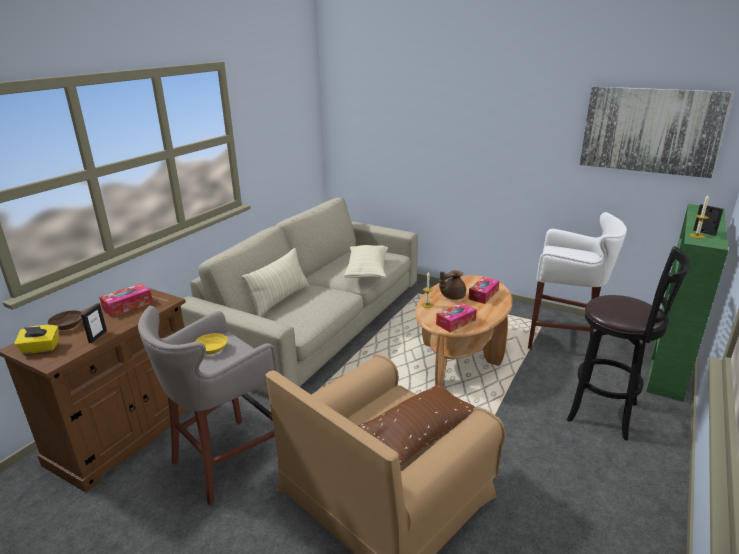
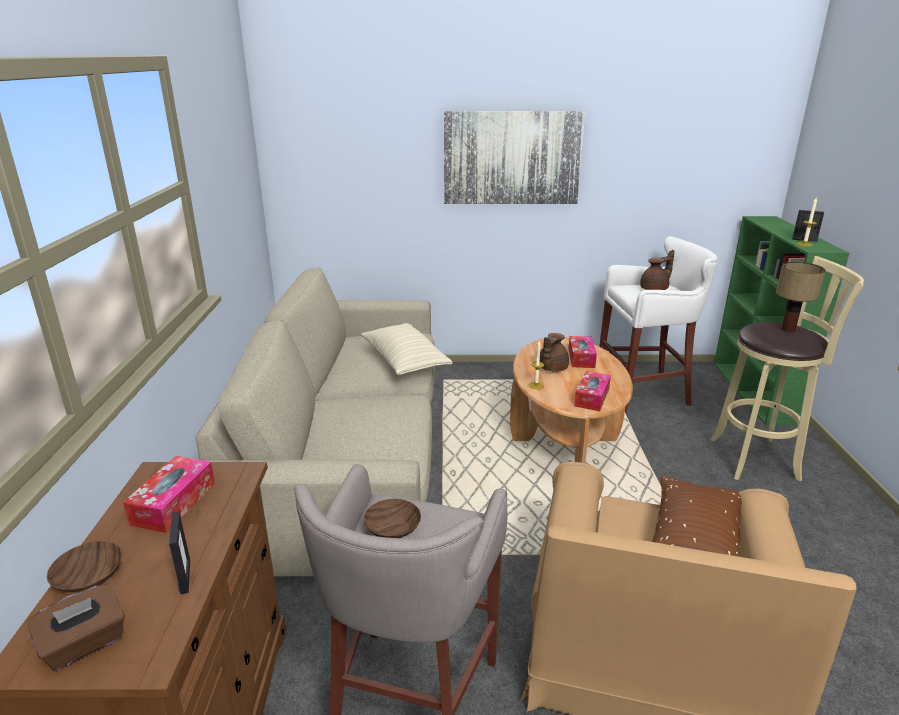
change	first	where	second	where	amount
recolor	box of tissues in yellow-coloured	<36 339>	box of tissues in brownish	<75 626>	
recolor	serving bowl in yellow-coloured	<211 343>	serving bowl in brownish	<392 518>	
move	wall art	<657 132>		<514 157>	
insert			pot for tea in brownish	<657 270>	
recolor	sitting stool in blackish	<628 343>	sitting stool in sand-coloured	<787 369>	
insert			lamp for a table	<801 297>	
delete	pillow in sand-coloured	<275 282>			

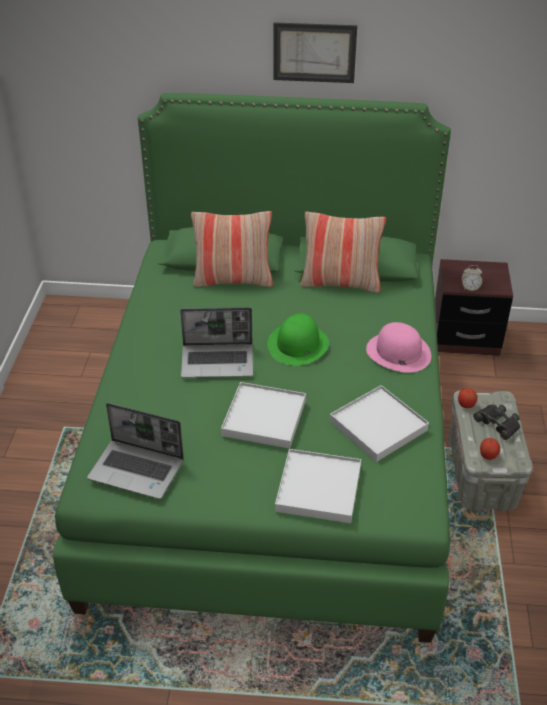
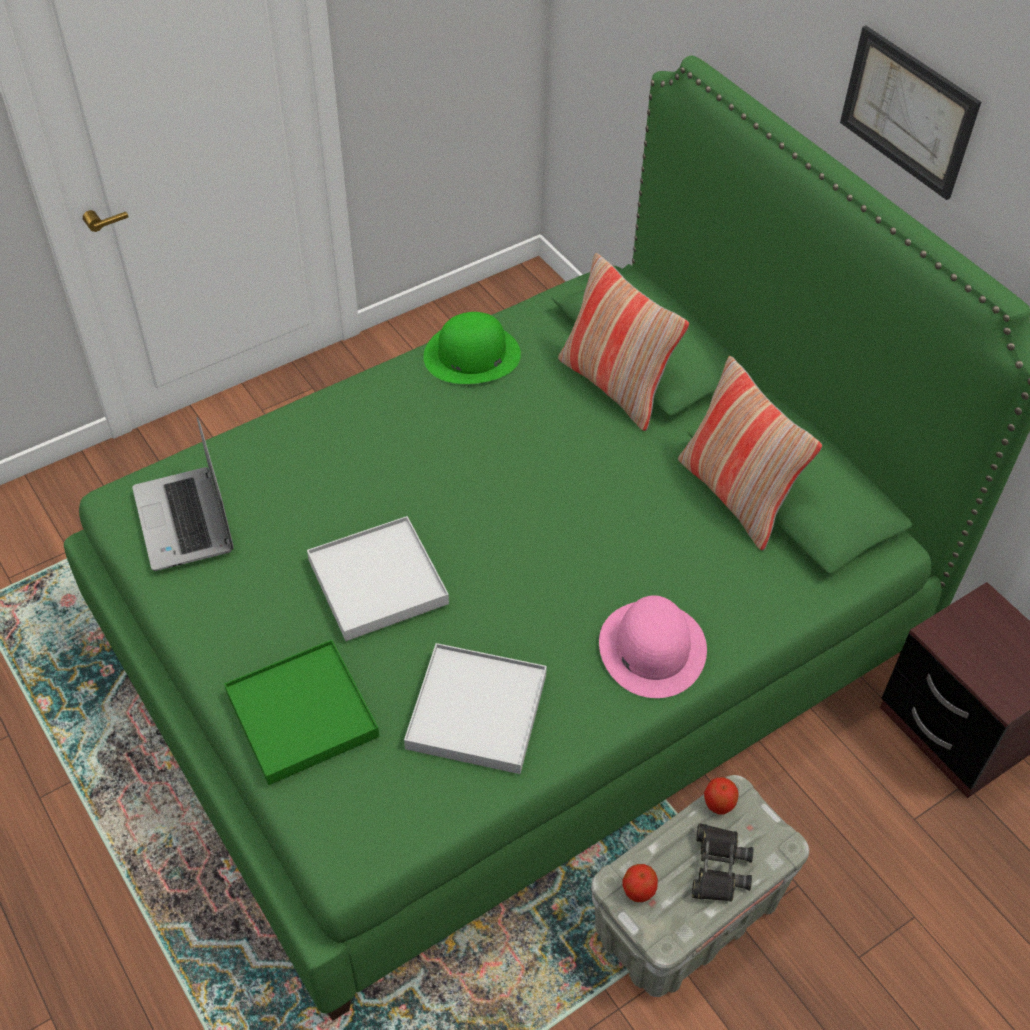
change	first	where	second	where	amount
recolor	tray in white	<318 486>	tray in green	<301 712>	
move	hat in green	<298 340>		<472 348>	
delete	notebook computer	<216 342>			
delete	table clock	<471 278>			

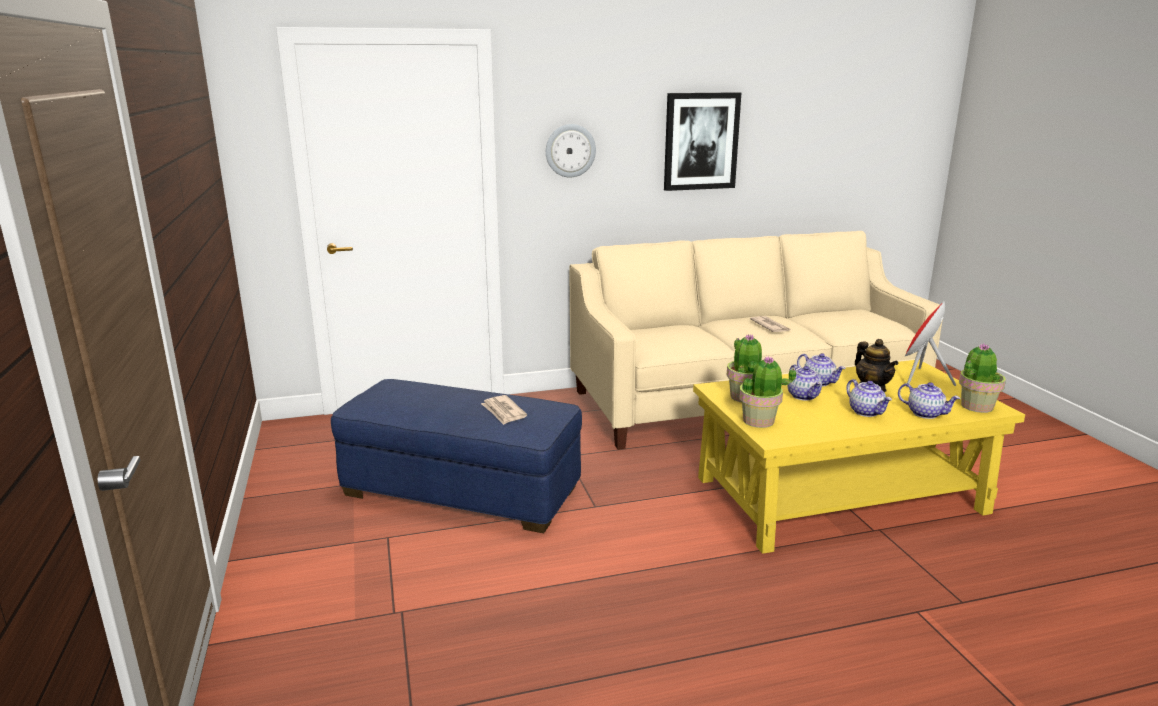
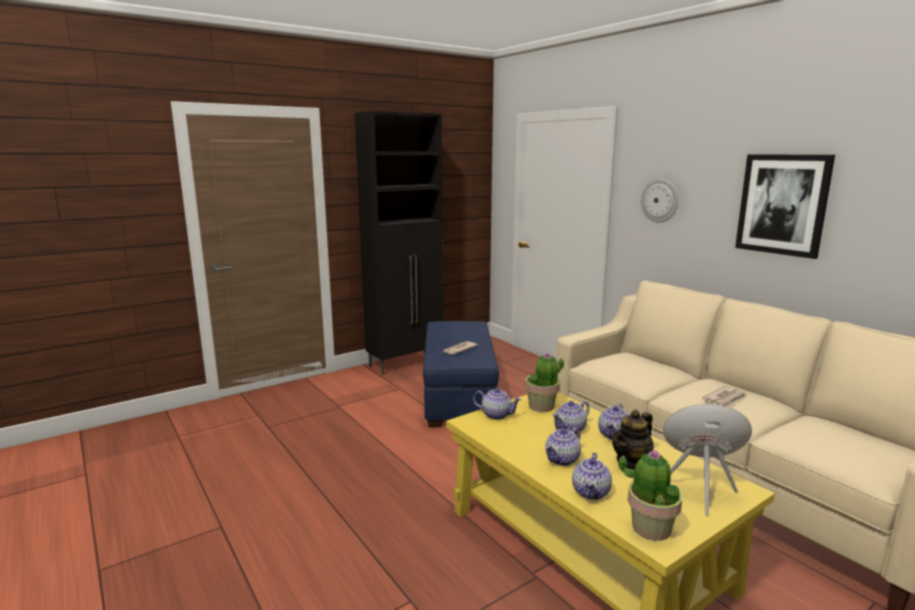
change	first	where	second	where	amount
insert			cupboard in blackish	<399 243>	
replace	potted plant	<767 392>	pot for tea	<497 404>	

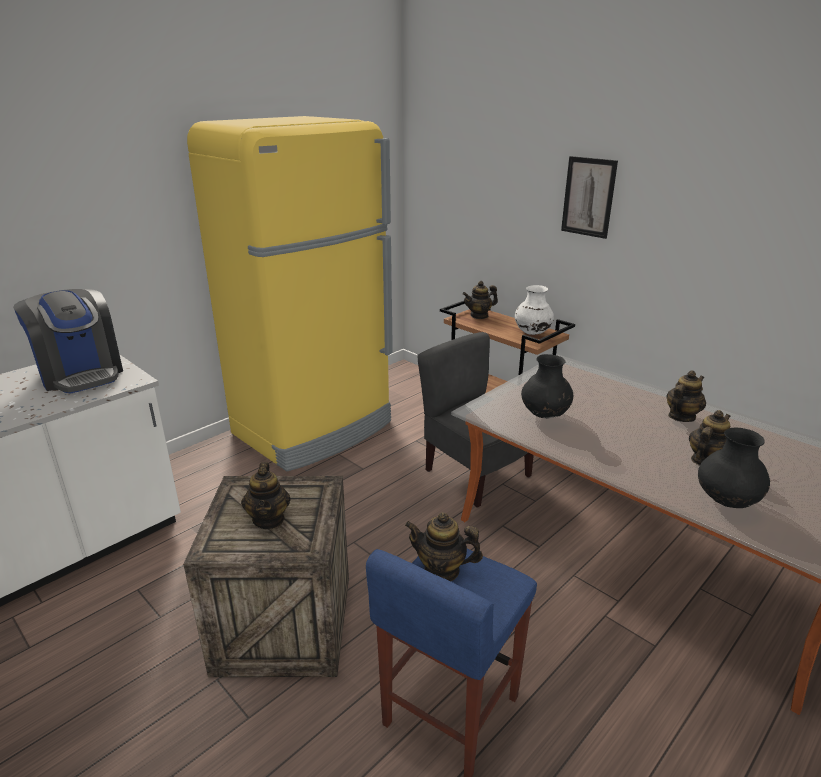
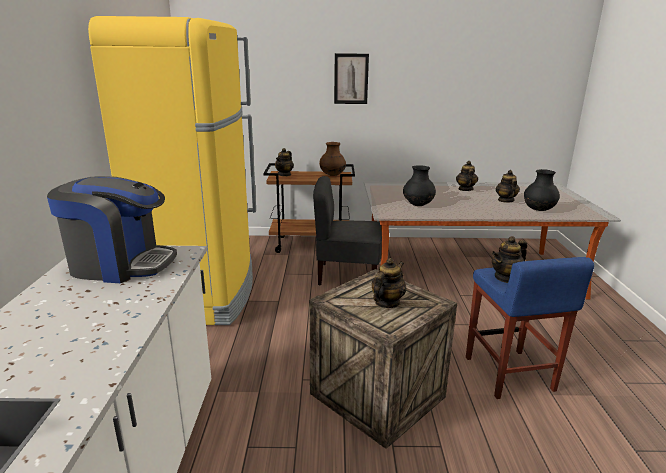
change	first	where	second	where	amount
recolor	decorative vase in white	<534 310>	decorative vase in brownish	<332 159>	
rotate	pot for tea	<266 495>		<389 283>	90 degrees counterclockwise

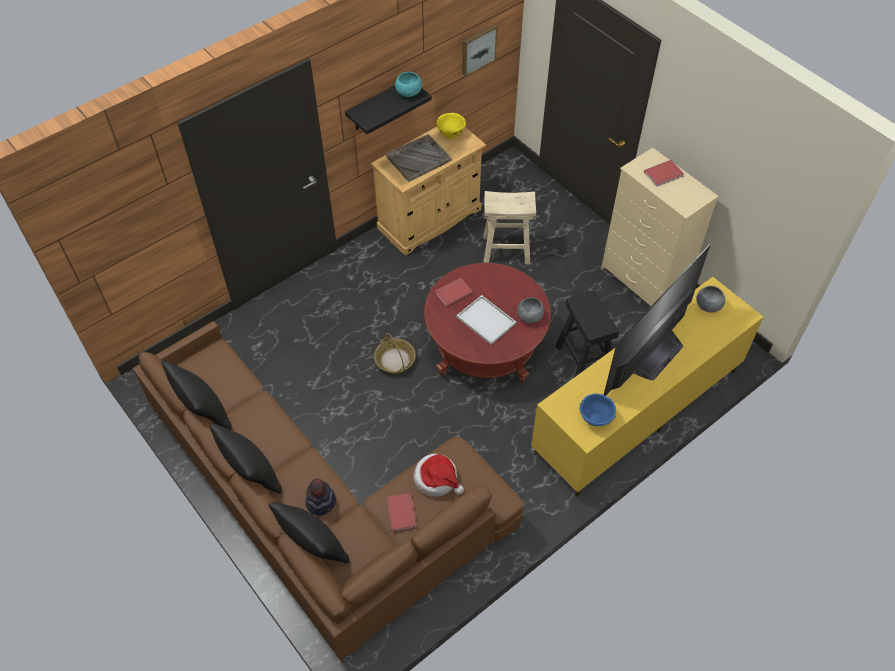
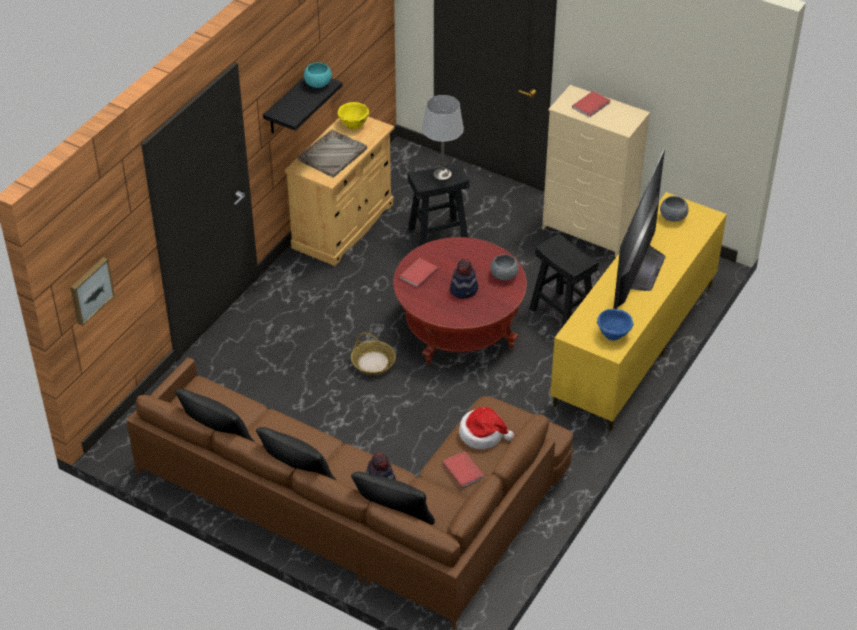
change	first	where	second	where	amount
move	wall art	<480 50>		<92 291>	
recolor	sitting stool in sand-coloured	<509 227>	sitting stool in blackish	<438 203>	
insert			lamp for a table in greyish	<443 137>	
replace	tray in white	<486 320>	hat	<464 279>	

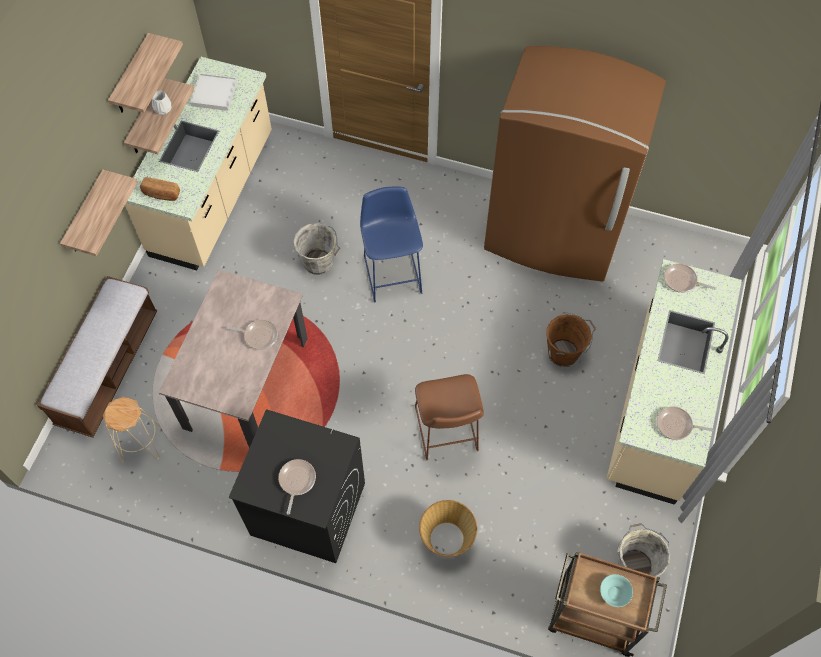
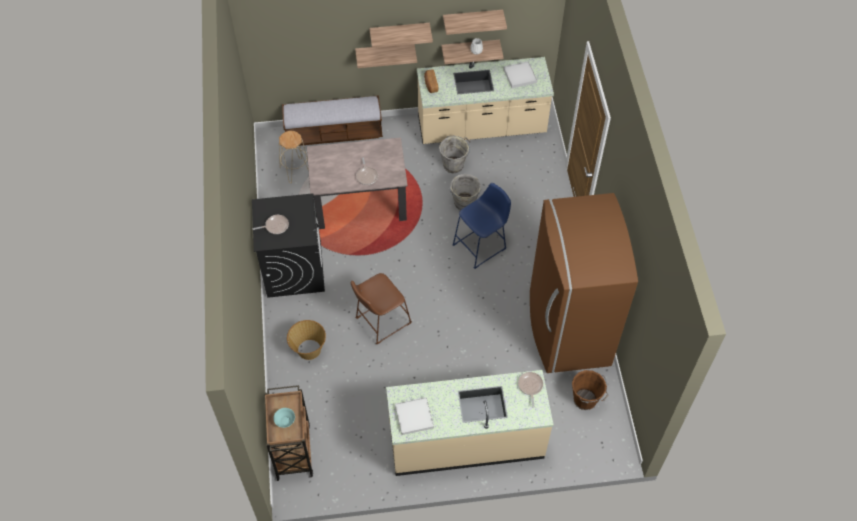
change	first	where	second	where	amount
insert			wall shelf	<401 35>	
replace	pan	<685 423>	tray in white	<414 416>	
move	pail in greyish	<643 550>		<455 155>	
move	pail in brownish	<570 340>		<590 390>	

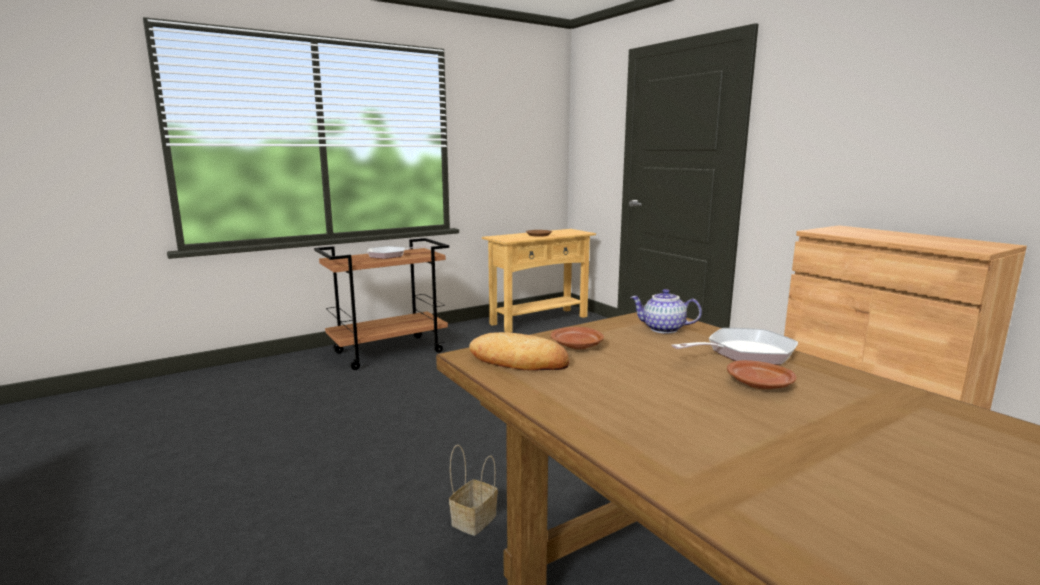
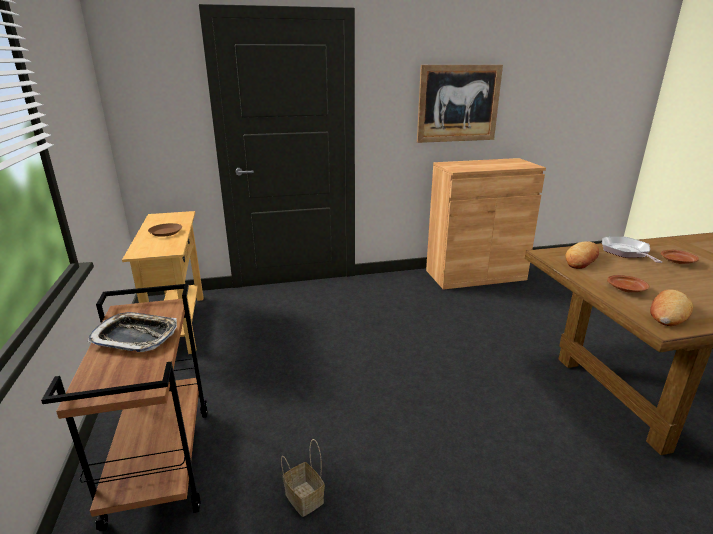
change	first	where	second	where	amount
replace	pan	<399 252>	tray	<132 332>	
move	storage basket	<473 490>		<303 478>	
insert			wall art	<460 104>	
replace	pot for tea	<666 311>	bakery bread	<582 255>	

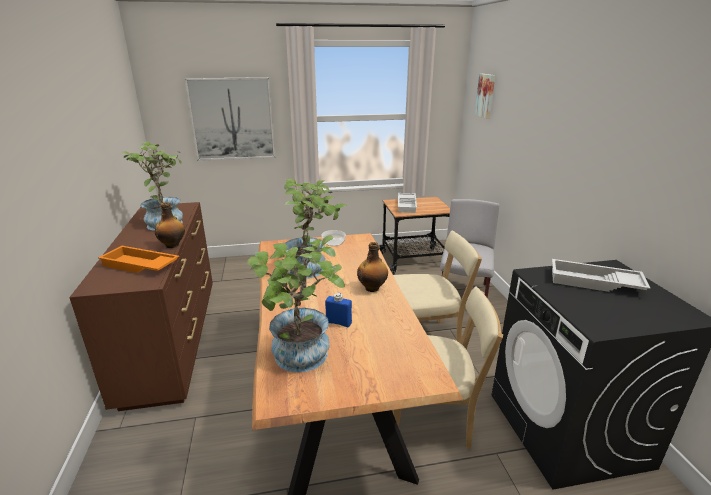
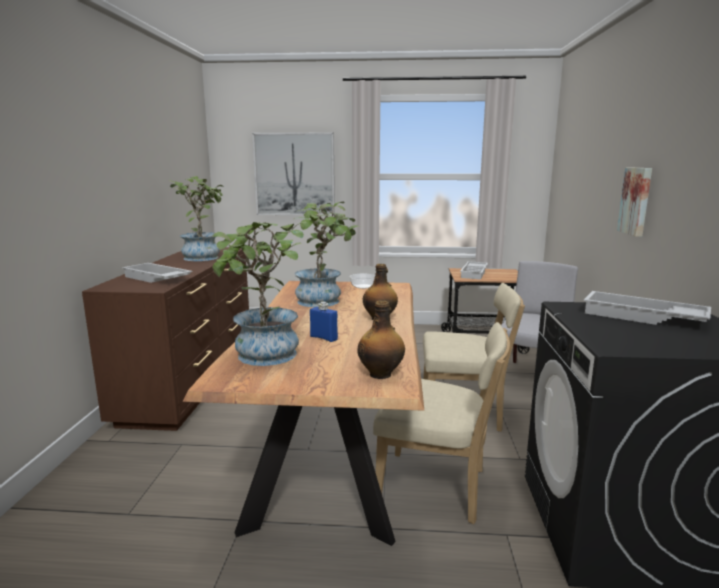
change	first	where	second	where	amount
recolor	tray in orangey	<138 259>	tray in white	<157 273>	
move	beverage bottle	<170 225>		<381 339>	
move	wall art	<485 96>		<634 202>	

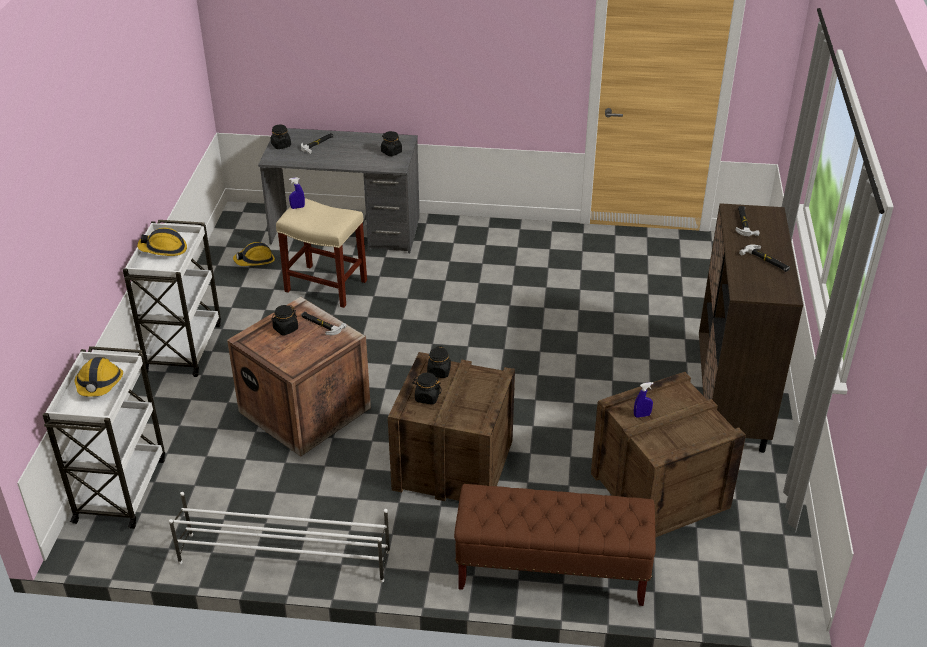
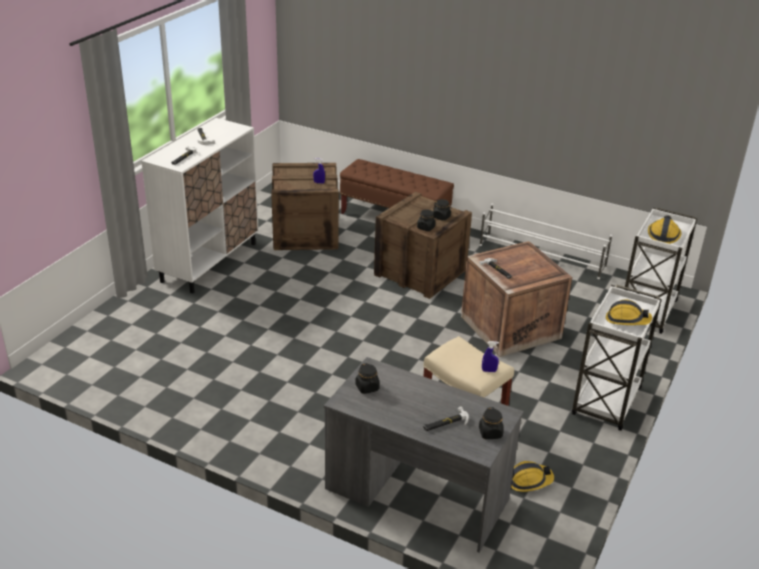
change	first	where	second	where	amount
recolor	cupboard in brownish	<751 328>	cupboard in white	<200 205>	
delete	jar in blackish	<284 320>			

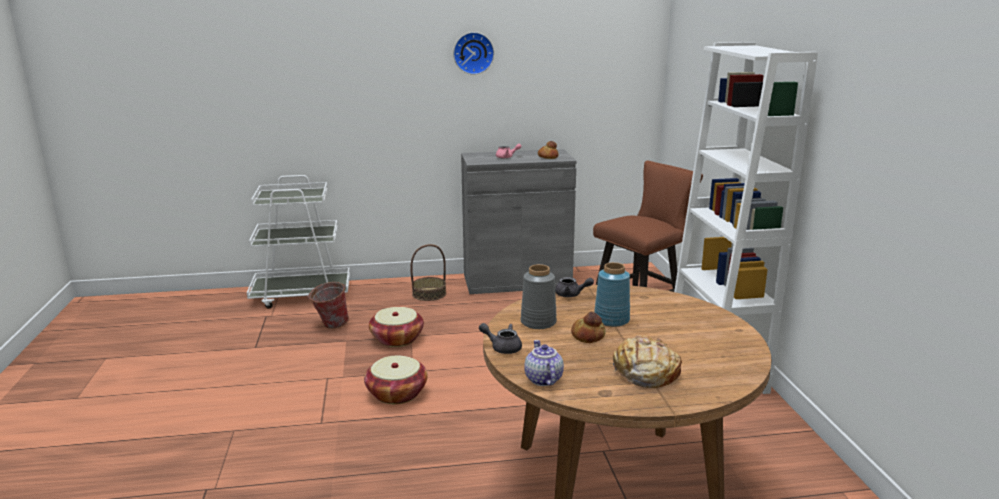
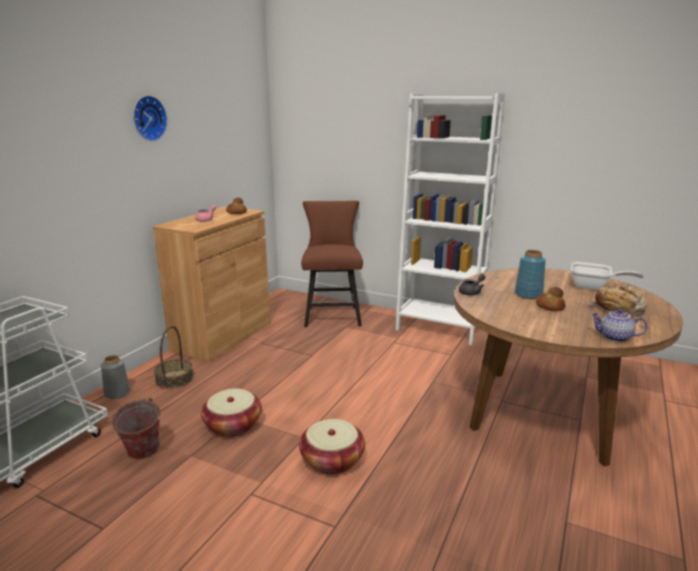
change	first	where	second	where	amount
move	decorative vase in greyish	<539 296>		<115 377>	
recolor	cupboard in greyish	<519 221>	cupboard in brownish	<211 284>	
insert			pan	<607 276>	
delete	pot for tea in greyish	<500 338>			

